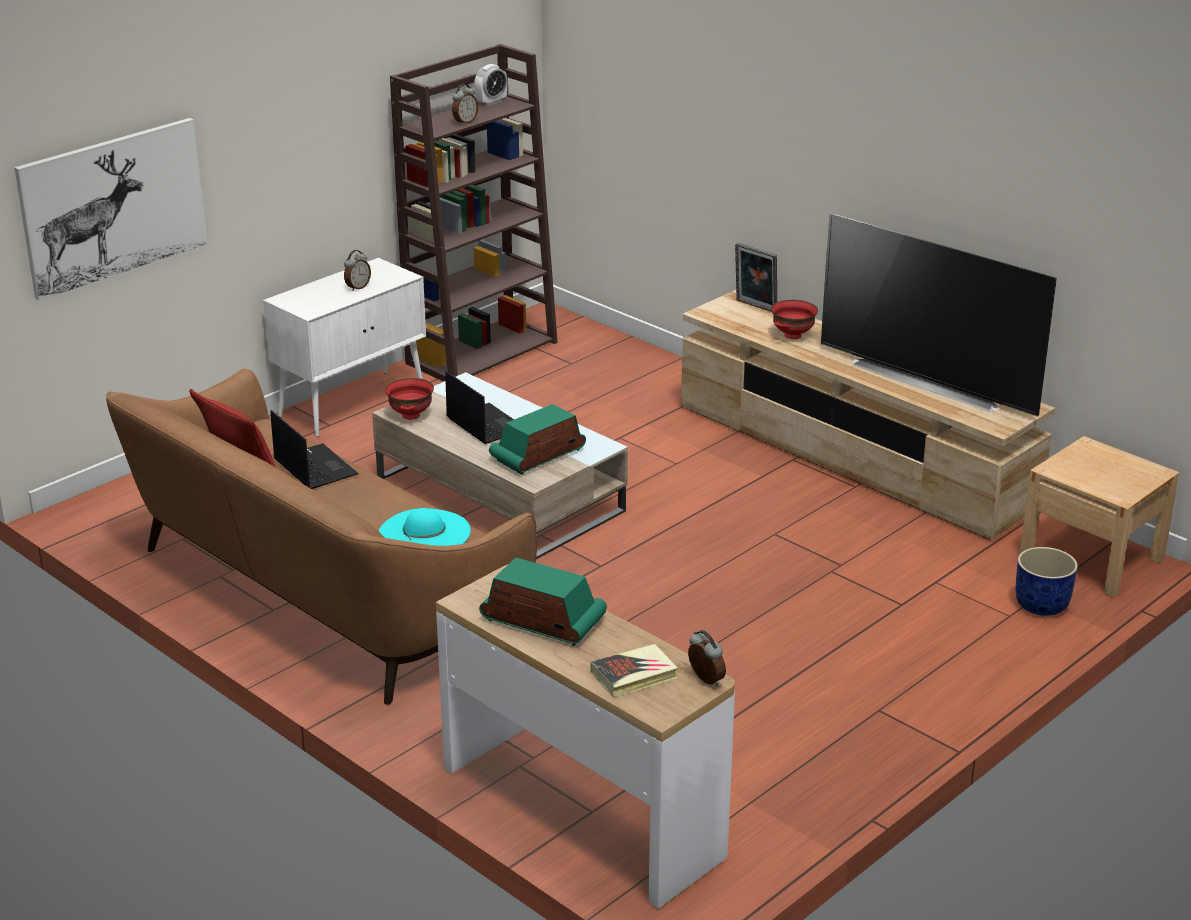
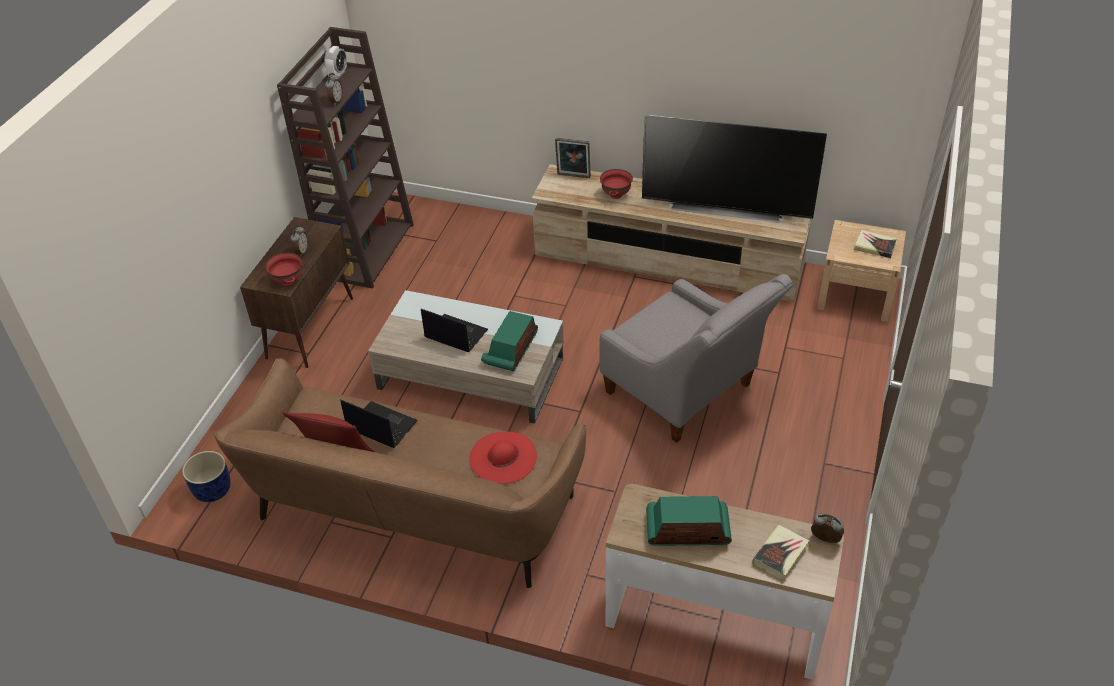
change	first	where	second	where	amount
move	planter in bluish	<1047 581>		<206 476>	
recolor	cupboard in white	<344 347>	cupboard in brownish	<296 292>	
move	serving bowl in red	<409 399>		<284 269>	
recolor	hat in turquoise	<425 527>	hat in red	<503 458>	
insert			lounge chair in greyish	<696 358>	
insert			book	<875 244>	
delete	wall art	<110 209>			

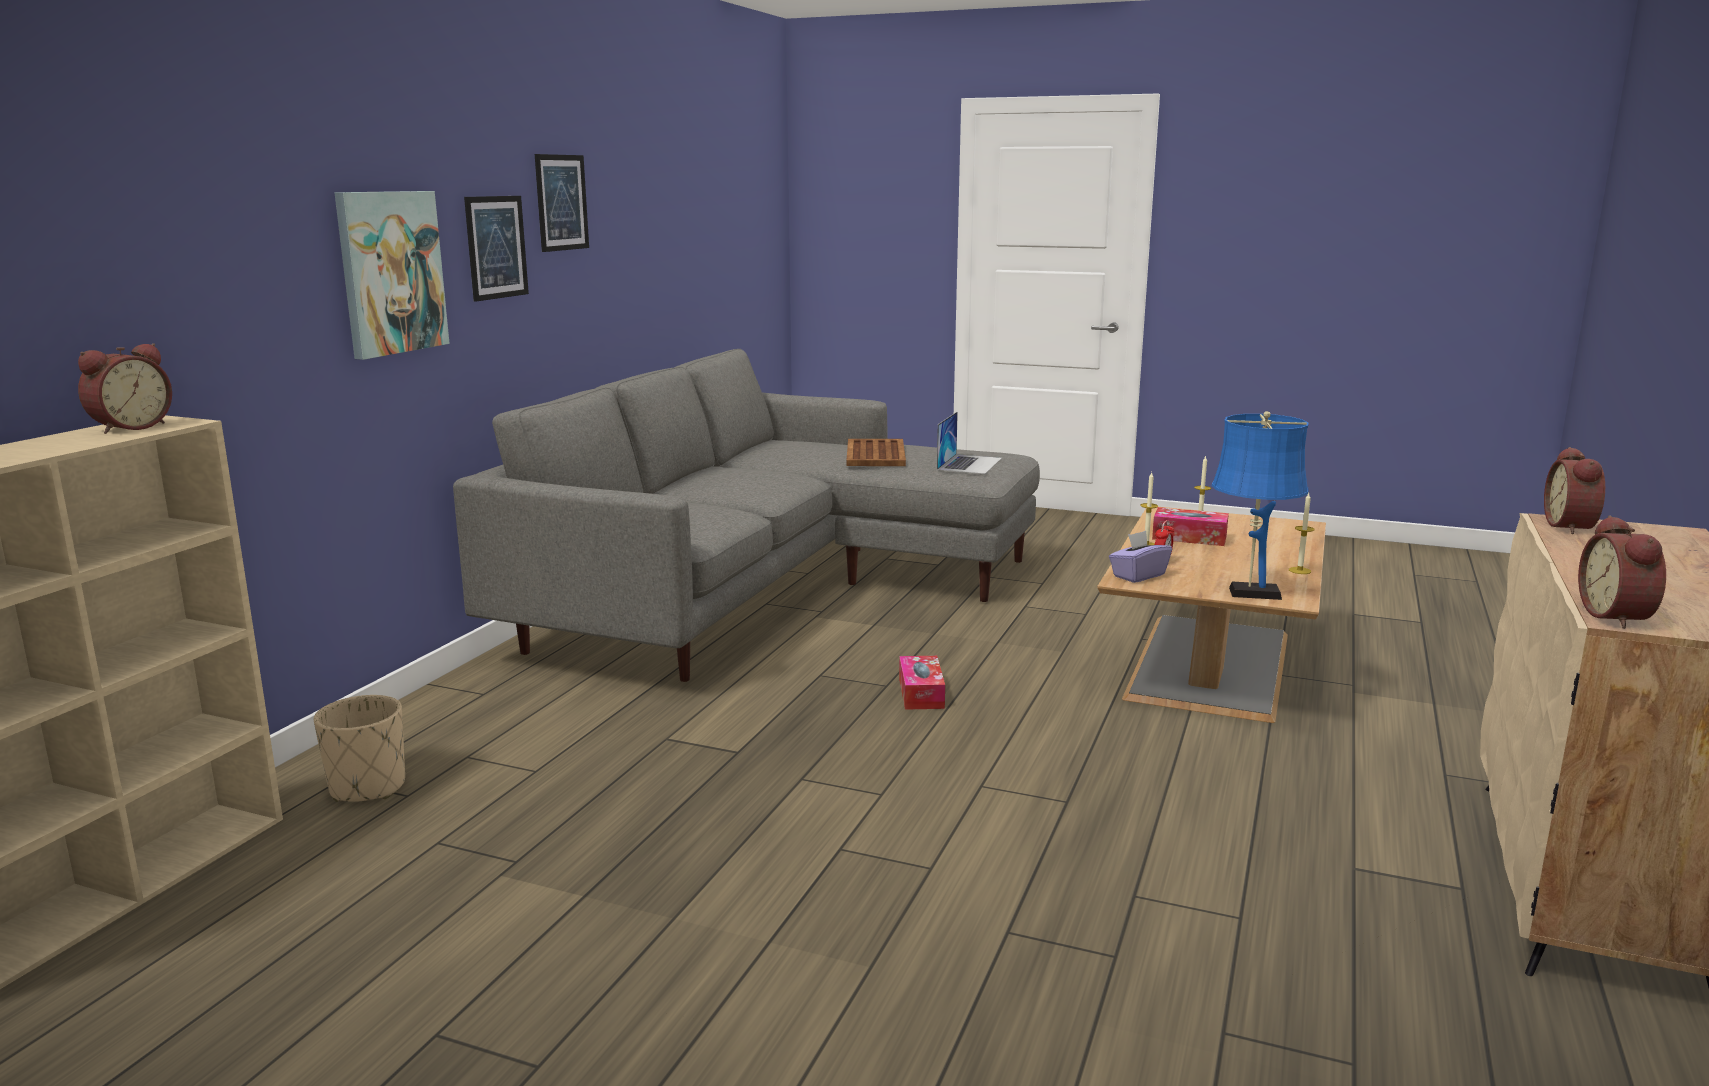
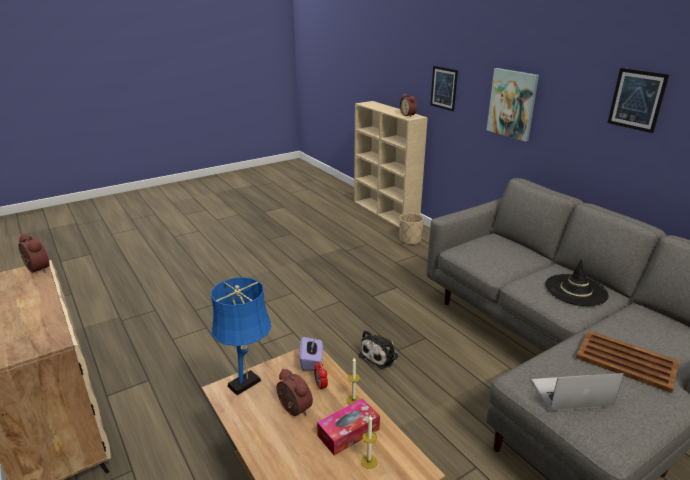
change	first	where	second	where	amount
move	table clock	<1574 490>		<295 392>	
replace	box of tissues	<922 683>	soft toy	<378 349>	
move	wall art	<496 249>		<444 88>	
rotate	notebook computer	<969 442>		<577 392>	120 degrees clockwise
insert			hat in blackish	<577 282>	
delete	wax light	<1302 533>			

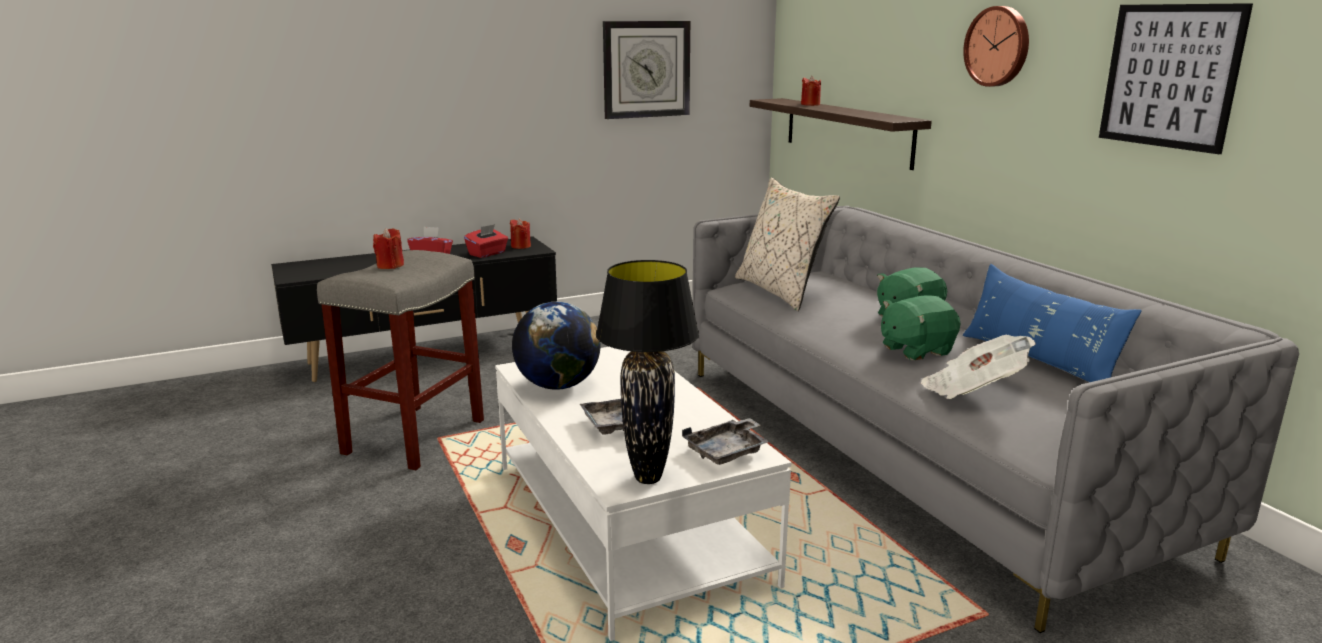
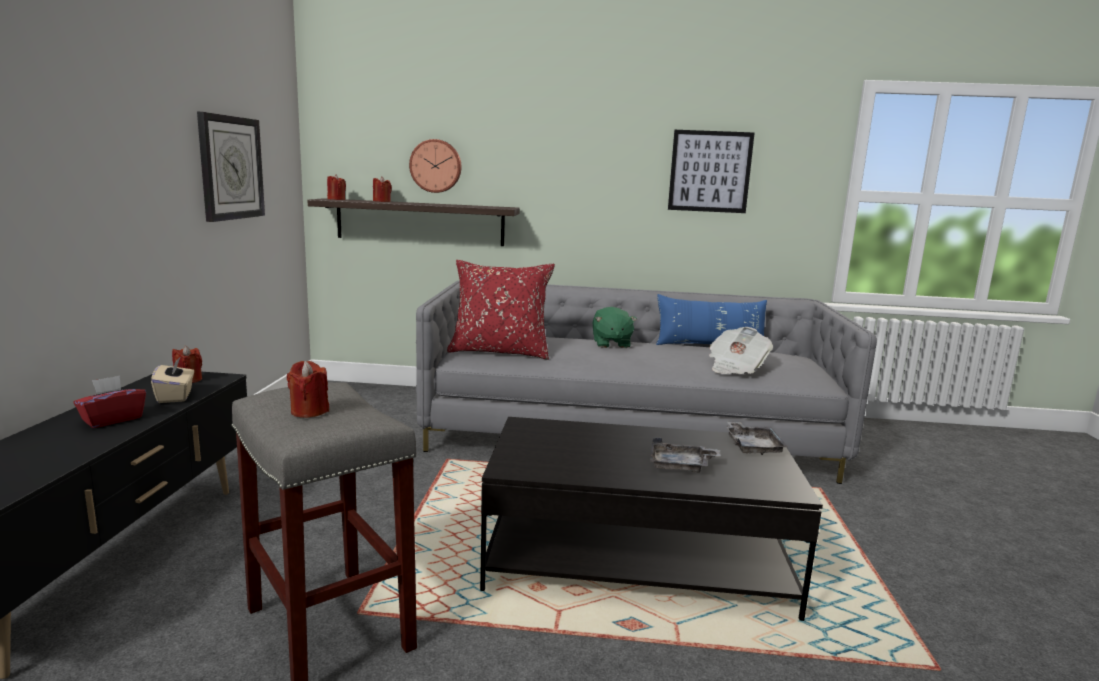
change	first	where	second	where	amount
recolor	box of tissues in red	<486 241>	box of tissues in sand-coloured	<172 379>	
insert			wax light in red	<336 187>	
move	hanging clock	<996 46>		<435 166>	
recolor	pillow in sand-coloured	<787 244>	pillow in red	<501 310>	
recolor	coffee table in white	<643 494>	coffee table in blackish	<651 519>	
delete	globe	<556 346>			
delete	lamp for a table in blackish	<647 372>			
delete	soft toy in green	<920 327>			

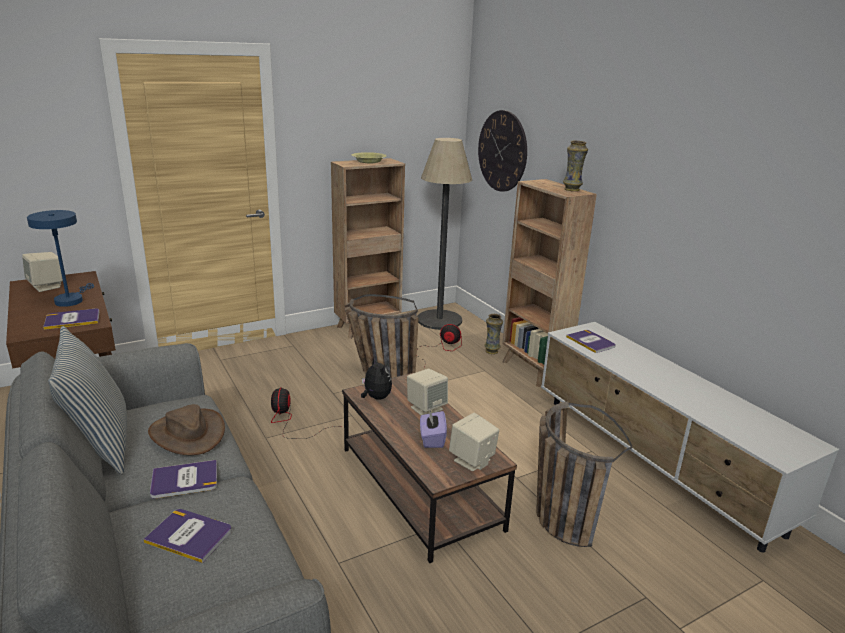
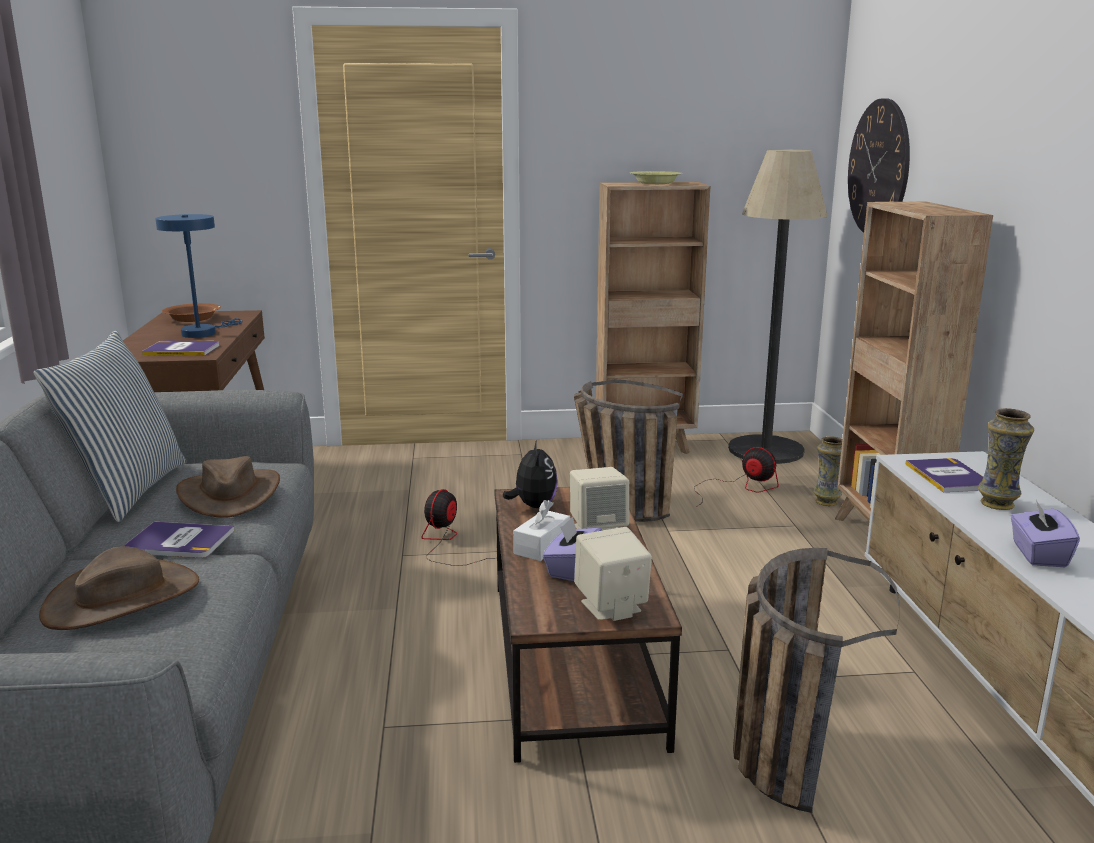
change	first	where	second	where	amount
replace	book	<187 536>	hat in brownish	<119 588>	
replace	loudspeaker in sand-coloured	<42 272>	serving bowl in brownish	<191 312>	
insert			box of tissues in white	<541 530>	
move	decorative vase	<575 166>		<1006 459>	
insert			box of tissues in purple-coloured	<1045 533>	

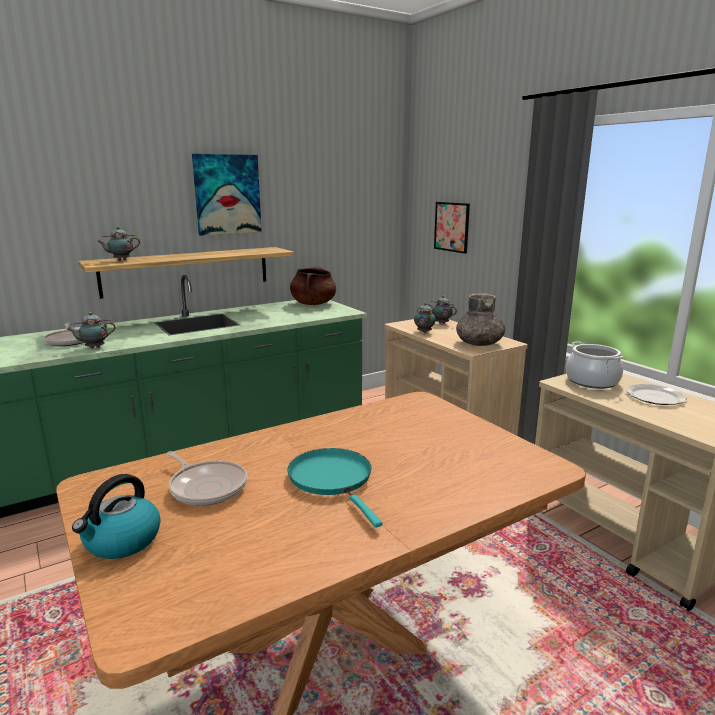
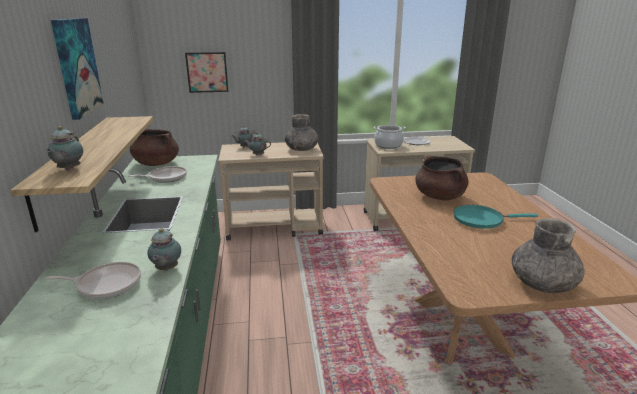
change	first	where	second	where	amount
move	pan	<207 478>		<157 174>	
insert			saucepot in brownish	<442 178>	
replace	tea kettle	<116 516>	decorative vase in greyish	<548 255>	

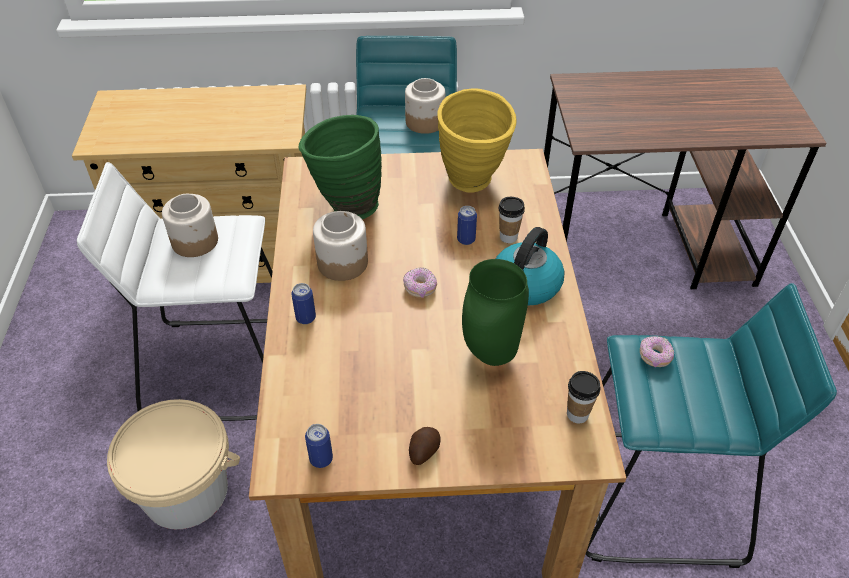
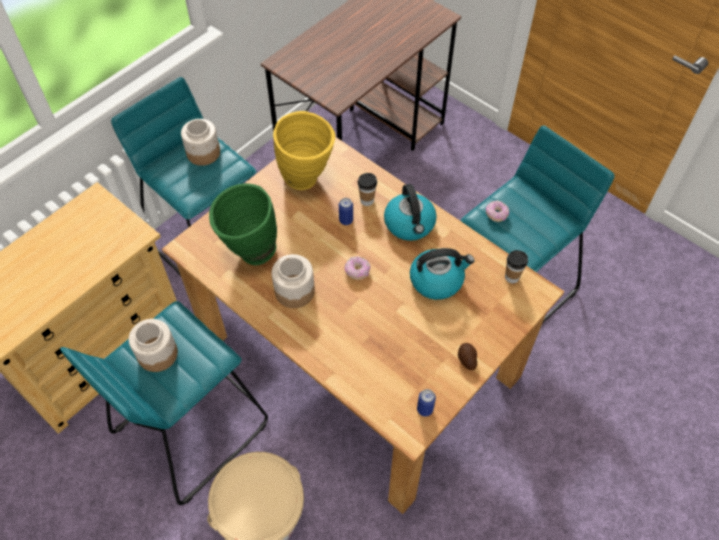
change	first	where	second	where	amount
recolor	sitting stool in white	<174 291>	sitting stool in turquoise	<164 403>	
replace	decorative vase in green	<495 312>	tea kettle	<442 274>	
delete	can	<303 303>			

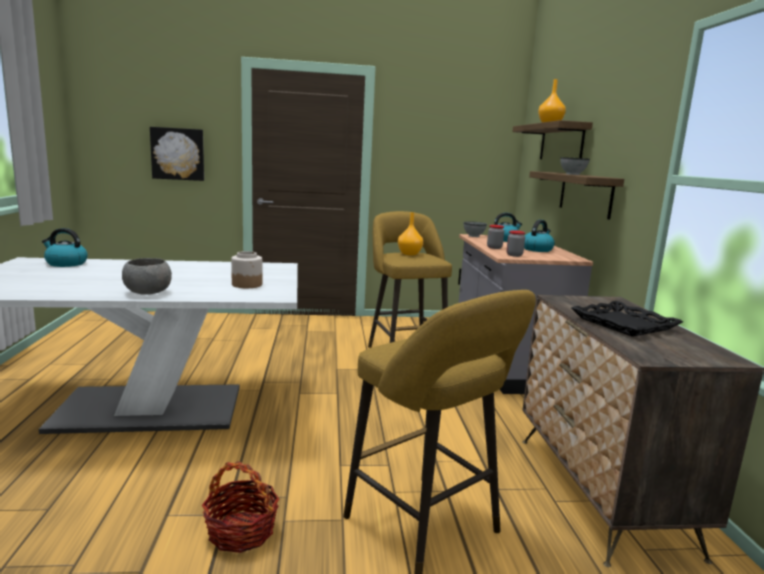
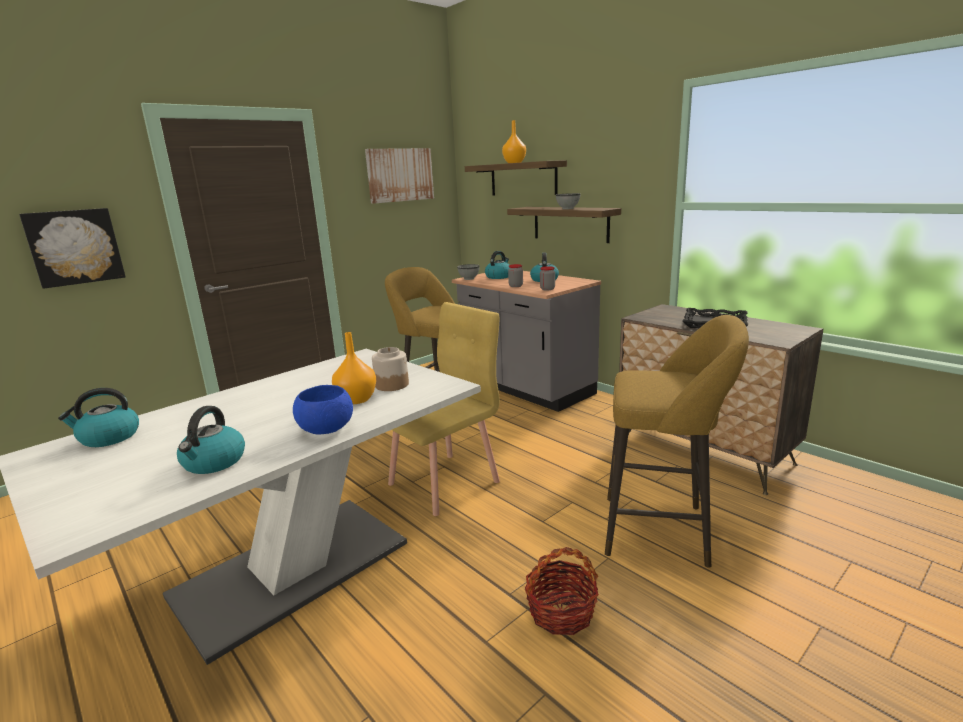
change	first	where	second	where	amount
insert			tea kettle	<211 440>	
recolor	serving bowl in greyish	<147 276>	serving bowl in bluish	<323 409>	
move	decorative vase in orangey	<410 233>		<354 368>	
insert			wall art	<399 176>	
insert			plain chair in yellow-coloured	<444 409>	

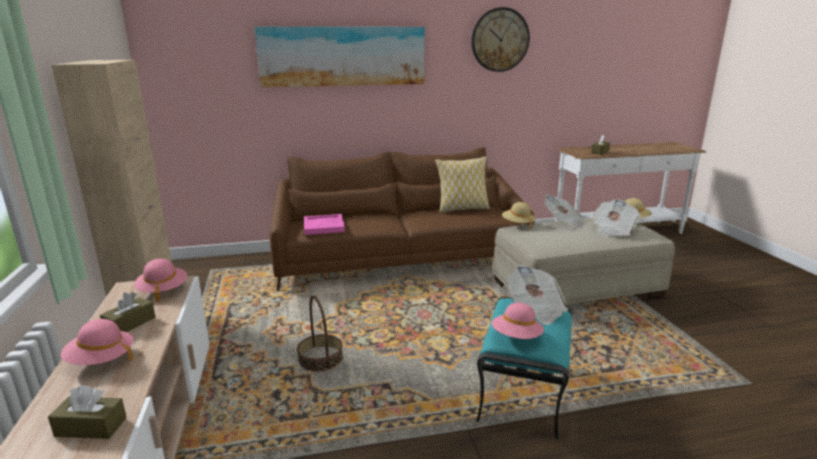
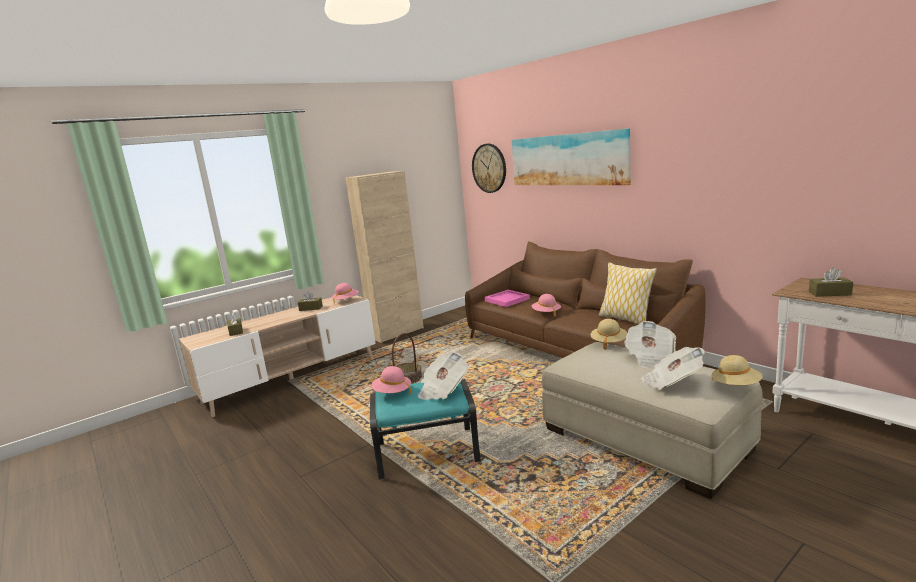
change	first	where	second	where	amount
move	hanging clock	<500 39>		<489 168>	
move	hat in pink-coloured	<97 342>		<546 305>	

